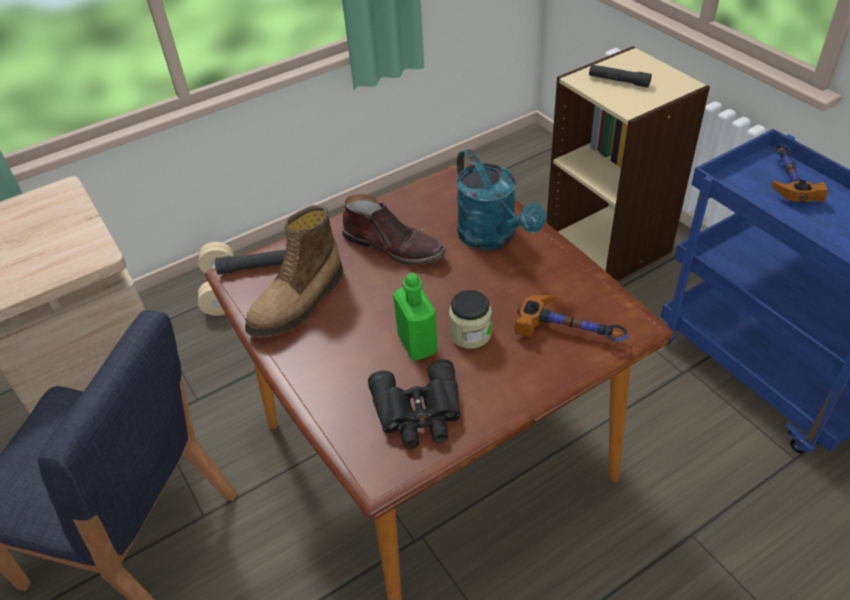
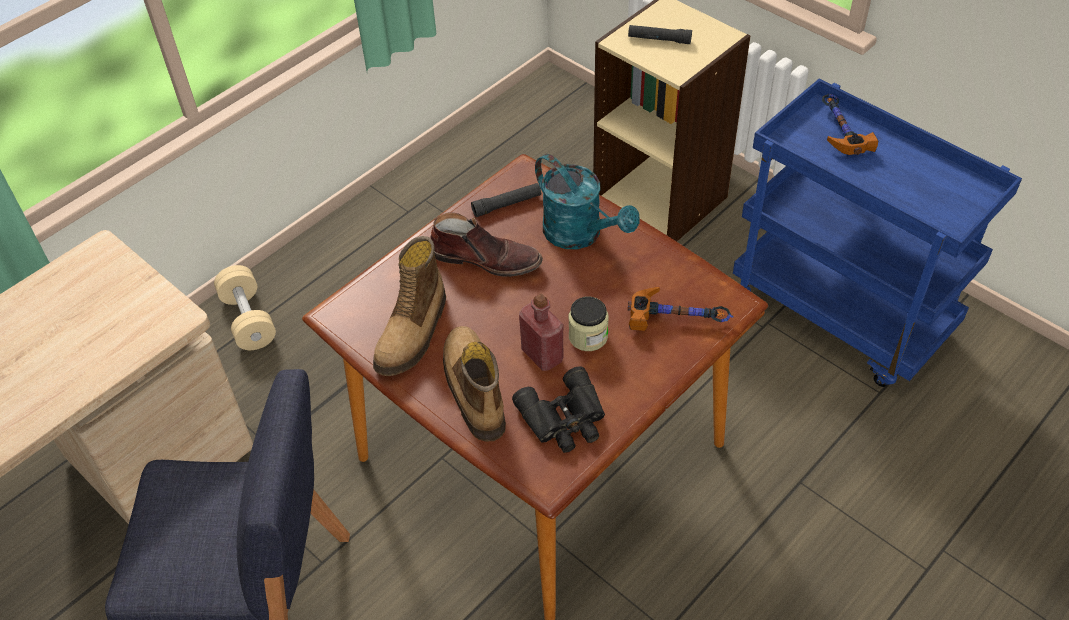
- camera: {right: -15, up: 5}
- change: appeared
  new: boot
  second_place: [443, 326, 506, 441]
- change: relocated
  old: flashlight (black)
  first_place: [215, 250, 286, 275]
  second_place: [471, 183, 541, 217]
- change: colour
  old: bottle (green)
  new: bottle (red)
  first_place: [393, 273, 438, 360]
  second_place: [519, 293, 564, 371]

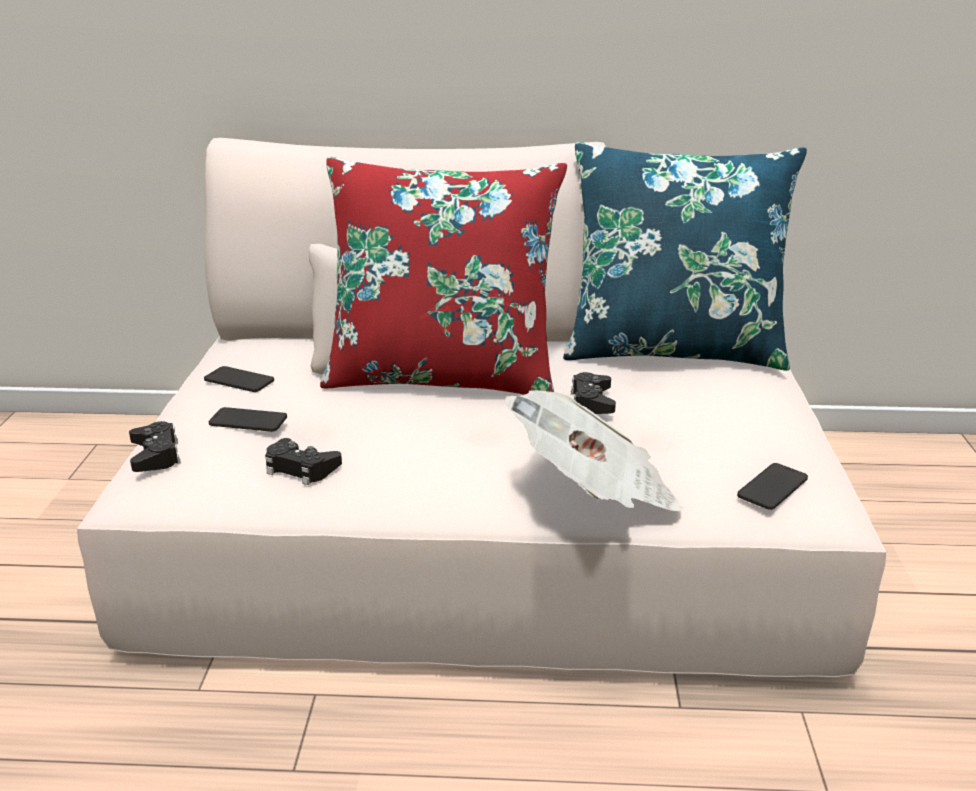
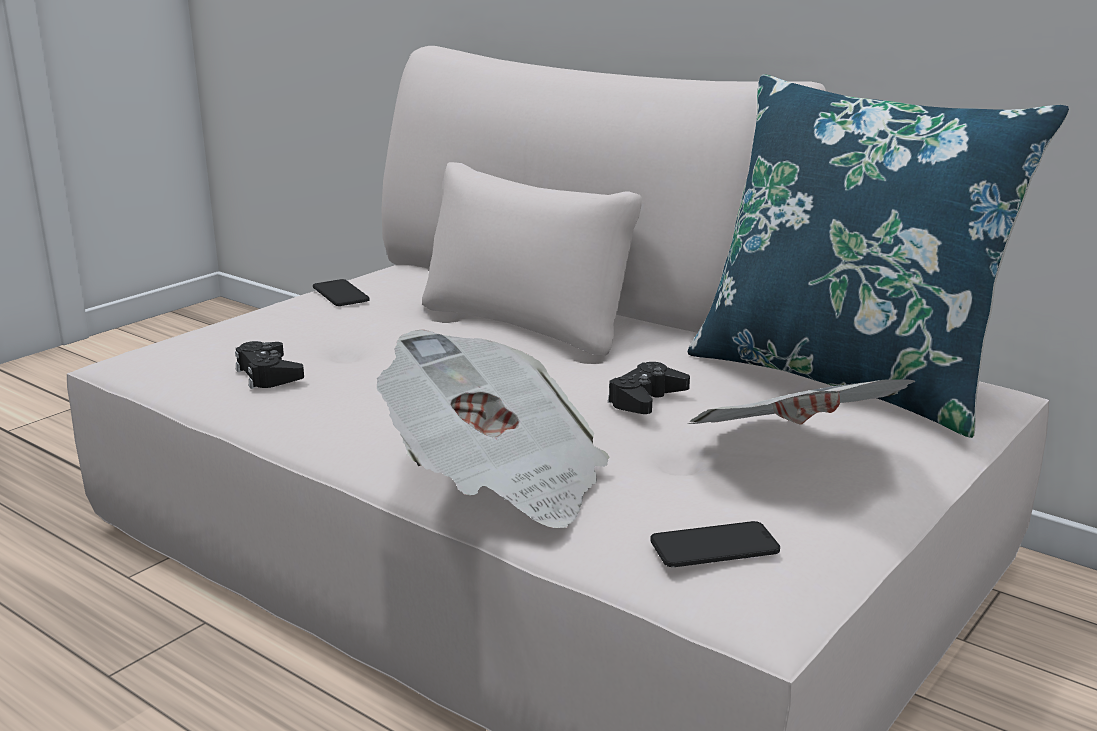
- camera: {right: 35, up: -5}
- change: missing
  old: game controller (black)
  first_place: [129, 421, 181, 472]
- change: missing
  old: phone
  first_place: [208, 407, 287, 432]
- change: missing
  old: pillow (red)
  first_place: [320, 157, 567, 395]
- change: appeared
  new: newspaper
  second_place: [687, 379, 916, 425]

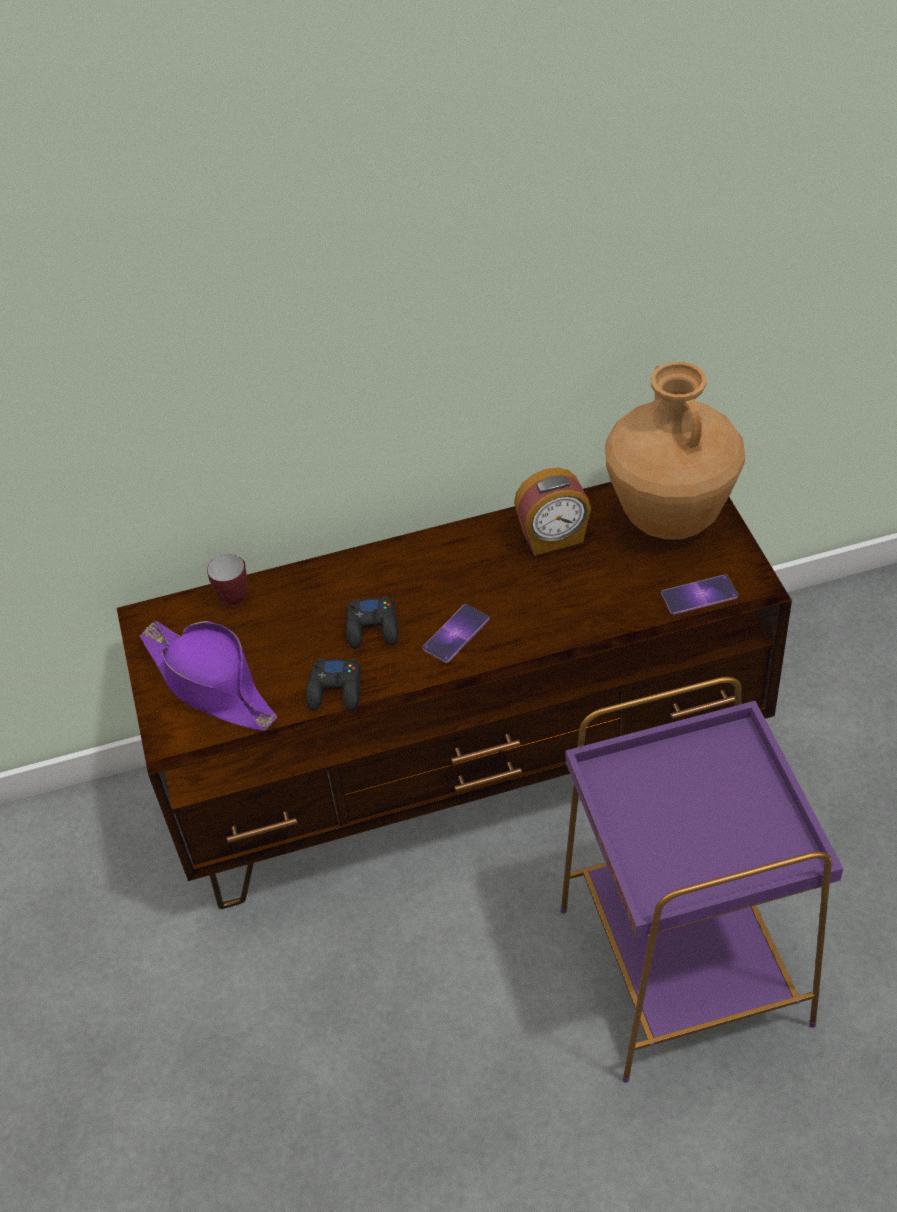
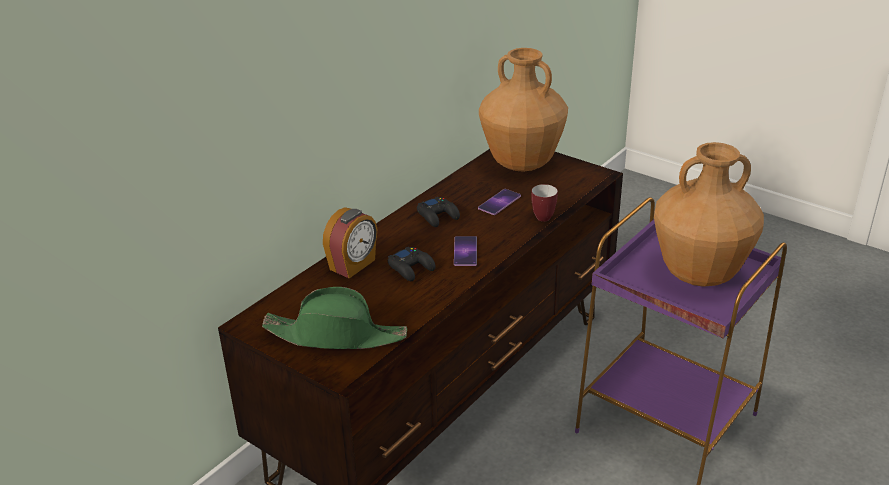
- camera: {right: -40, up: -15}
- change: appeared
  new: vase (brown)
  second_place: [654, 142, 764, 287]
- change: relocated
  old: mug
  first_place: [207, 554, 247, 605]
  second_place: [531, 184, 558, 222]
- change: relocated
  old: game controller (black)
  first_place: [306, 659, 361, 711]
  second_place: [417, 197, 460, 227]
- change: relocated
  old: alarm clock
  first_place: [514, 468, 591, 556]
  second_place: [323, 207, 377, 278]
- change: relocated
  old: phone
  first_place: [661, 574, 738, 615]
  second_place: [478, 189, 521, 215]
- change: colour
  old: hat (purple)
  new: hat (green)
  first_place: [140, 621, 277, 731]
  second_place: [262, 287, 407, 349]

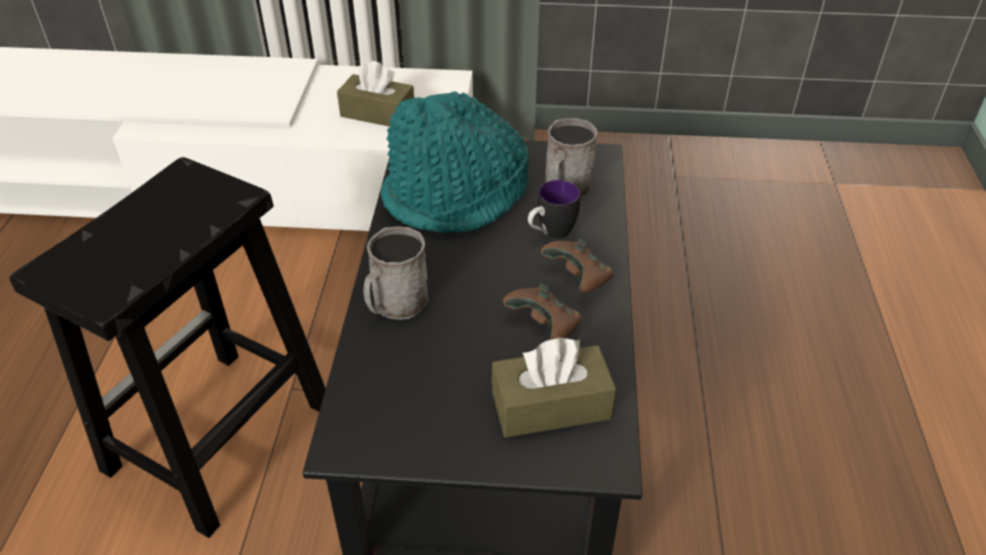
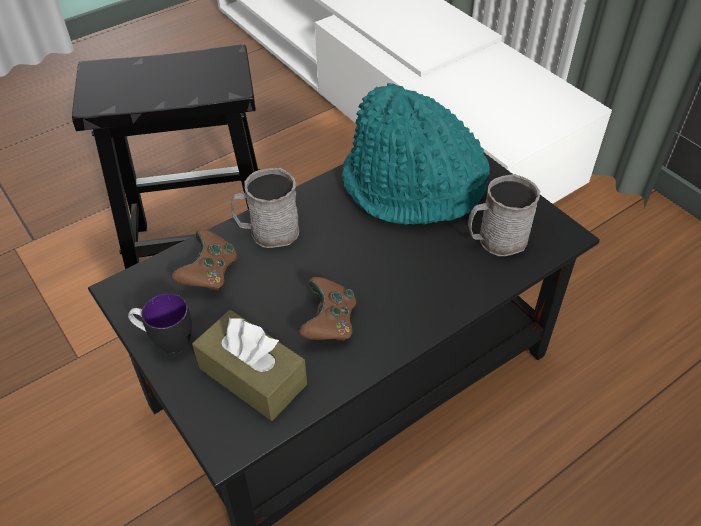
- camera: {right: 50, up: 5}
- change: missing
  old: tissue box (brown)
  first_place: [337, 61, 414, 127]
- change: relocated
  old: mug
  first_place: [528, 180, 580, 239]
  second_place: [128, 293, 192, 354]
- change: relocated
  old: game controller (brown)
  first_place: [541, 239, 614, 292]
  second_place: [171, 229, 237, 291]

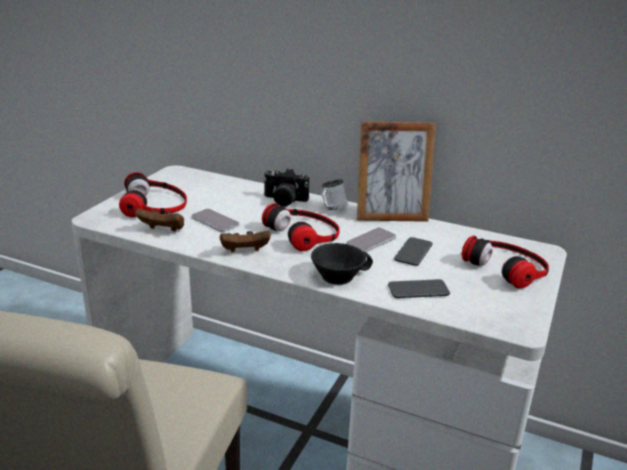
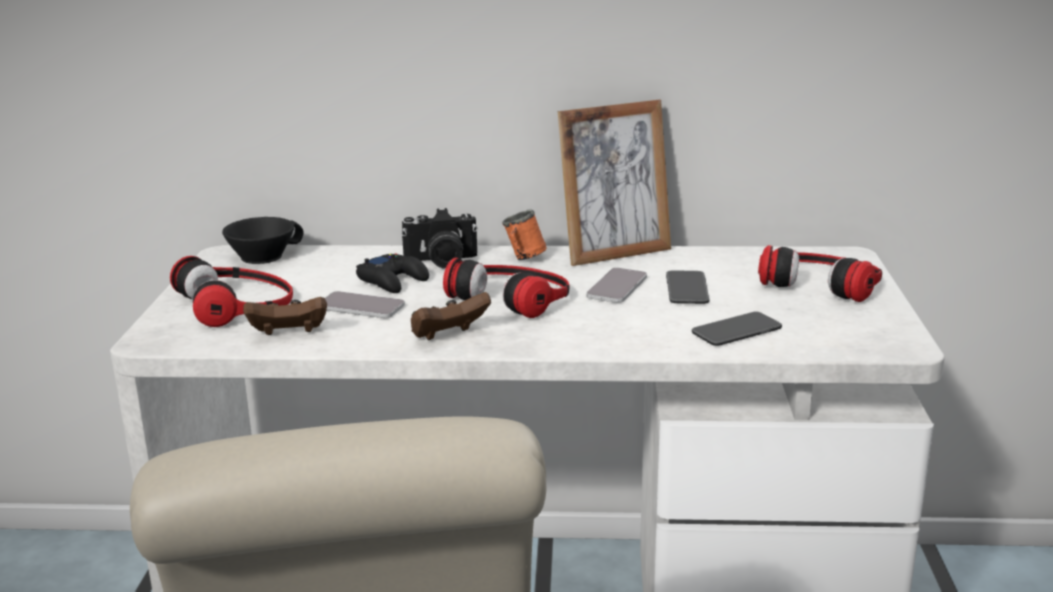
- camera: {right: -20, up: -5}
- change: appeared
  new: game controller (black)
  second_place: [356, 253, 429, 293]
- change: relocated
  old: cup (black)
  first_place: [311, 243, 373, 285]
  second_place: [222, 217, 303, 264]
- change: colour
  old: mug (white)
  new: mug (orange)
  first_place: [322, 179, 348, 210]
  second_place: [502, 210, 547, 260]

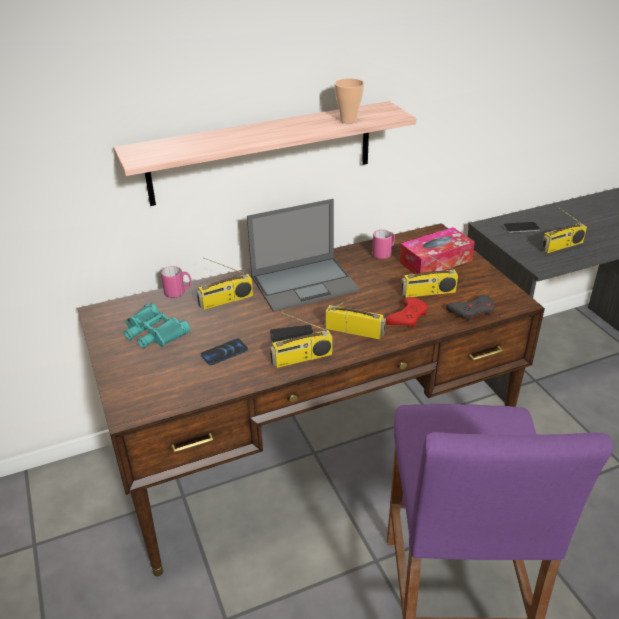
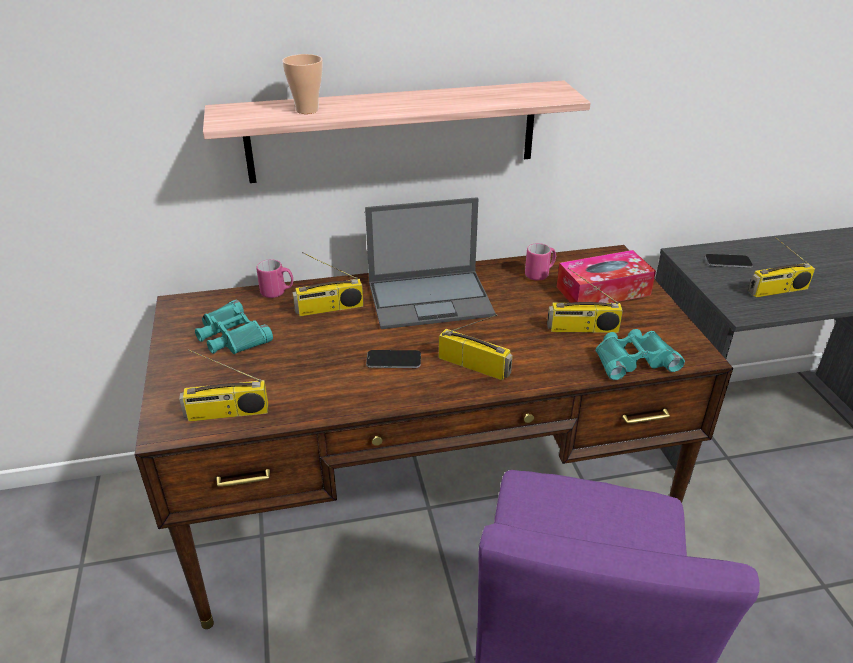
- camera: {right: 10, up: 0}
- change: missing
  old: phone
  first_place: [201, 339, 248, 365]
- change: missing
  old: game controller (red)
  first_place: [385, 297, 428, 328]
- change: relocated
  old: radio
  first_place: [270, 312, 332, 368]
  second_place: [179, 349, 268, 422]
- change: relocated
  old: cup
  first_place: [334, 78, 364, 123]
  second_place: [282, 54, 323, 114]
- change: exchanged
  old: game controller (grey)
  new: binoculars (turquoise)
  first_place: [446, 295, 495, 321]
  second_place: [596, 329, 685, 380]

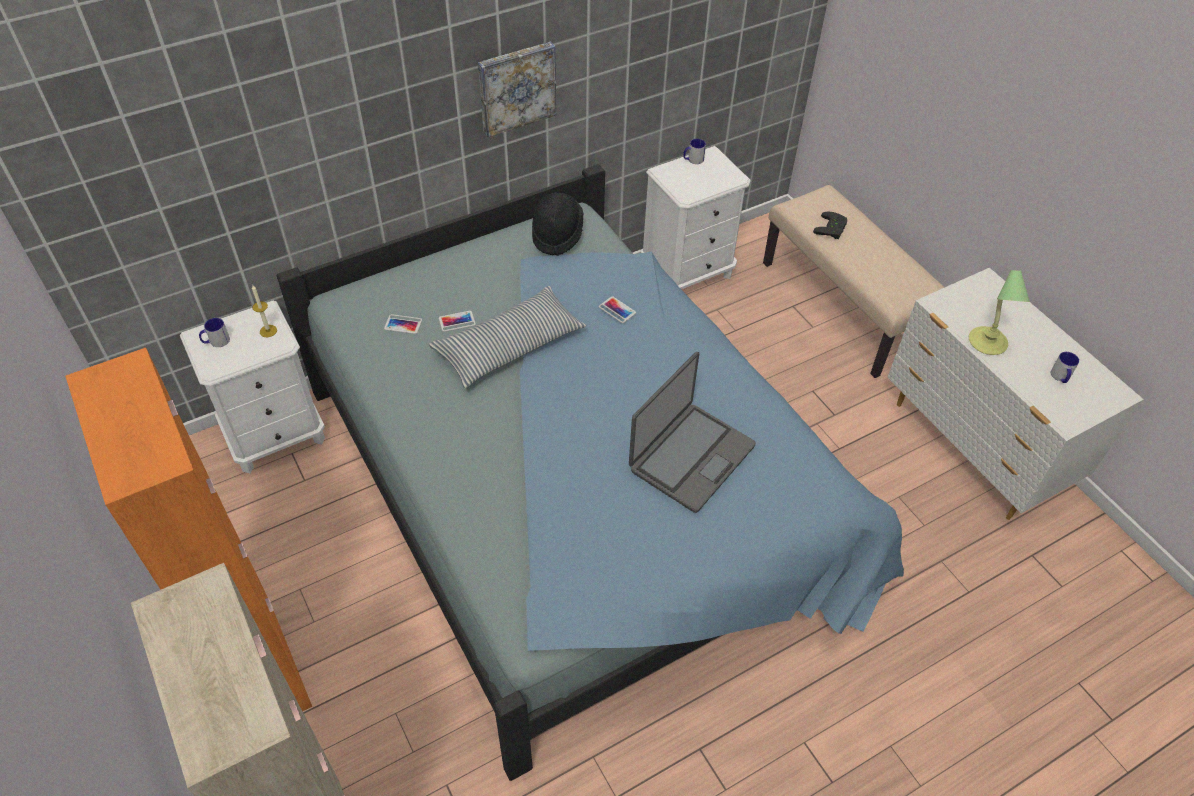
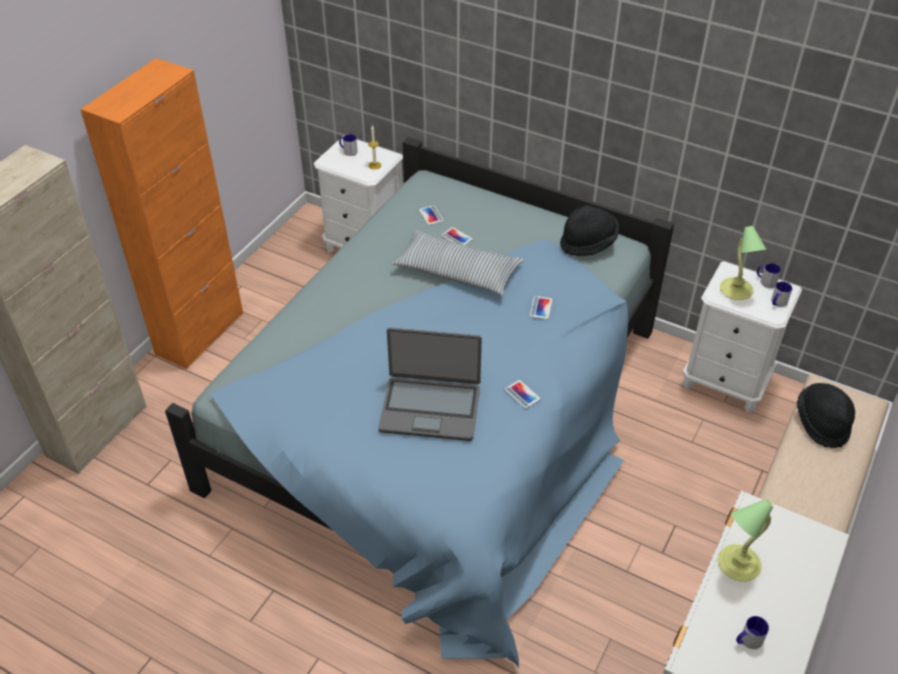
- camera: {right: 60, up: -5}
- change: missing
  old: picture
  first_place: [478, 41, 556, 137]
- change: appeared
  new: phone
  second_place: [505, 380, 540, 408]
- change: appeared
  new: table lamp
  second_place: [720, 226, 766, 300]
- change: appeared
  new: mug
  second_place: [771, 281, 792, 307]
- change: exchanged
  old: game controller (black)
  new: hat (black)
  first_place: [813, 211, 847, 239]
  second_place: [797, 383, 855, 448]

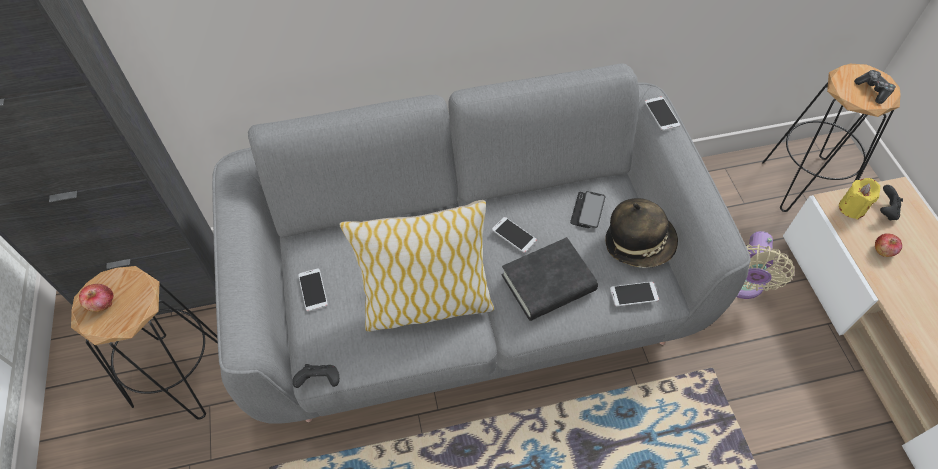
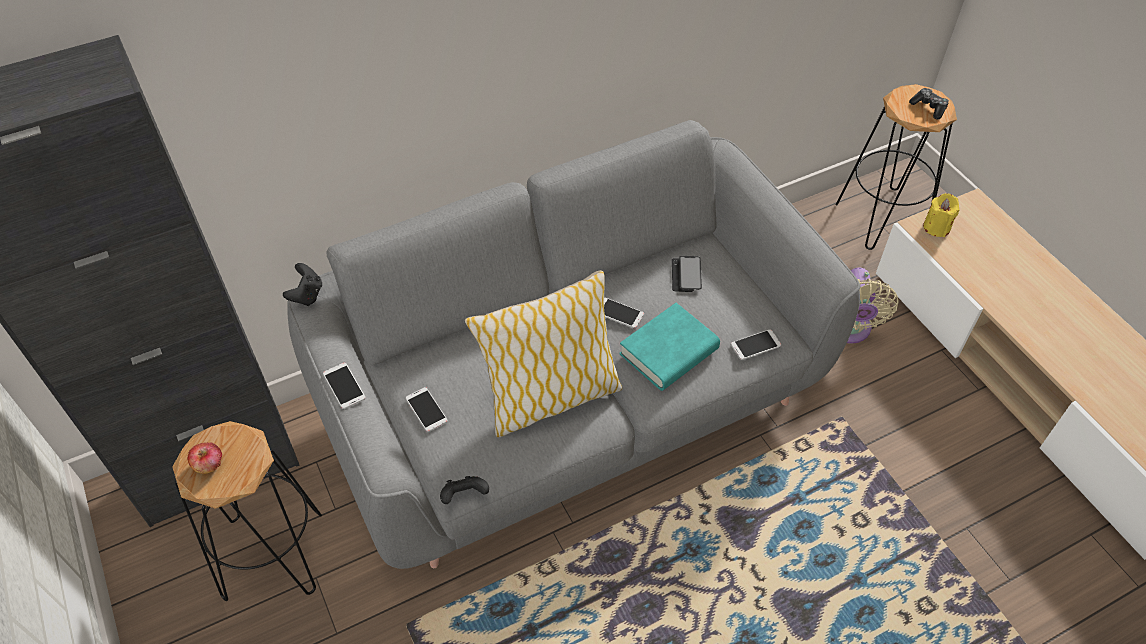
- camera: {right: -15, up: -5}
- change: missing
  old: hat
  first_place: [605, 198, 678, 268]
- change: missing
  old: apple
  first_place: [875, 233, 902, 257]
- change: relocated
  old: phone
  first_place: [644, 97, 680, 131]
  second_place: [323, 363, 366, 409]
- change: relocated
  old: game controller (black)
  first_place: [880, 185, 903, 221]
  second_place: [283, 263, 322, 306]
- change: colour
  old: book (black)
  new: book (turquoise)
  first_place: [501, 237, 598, 321]
  second_place: [619, 303, 720, 391]

